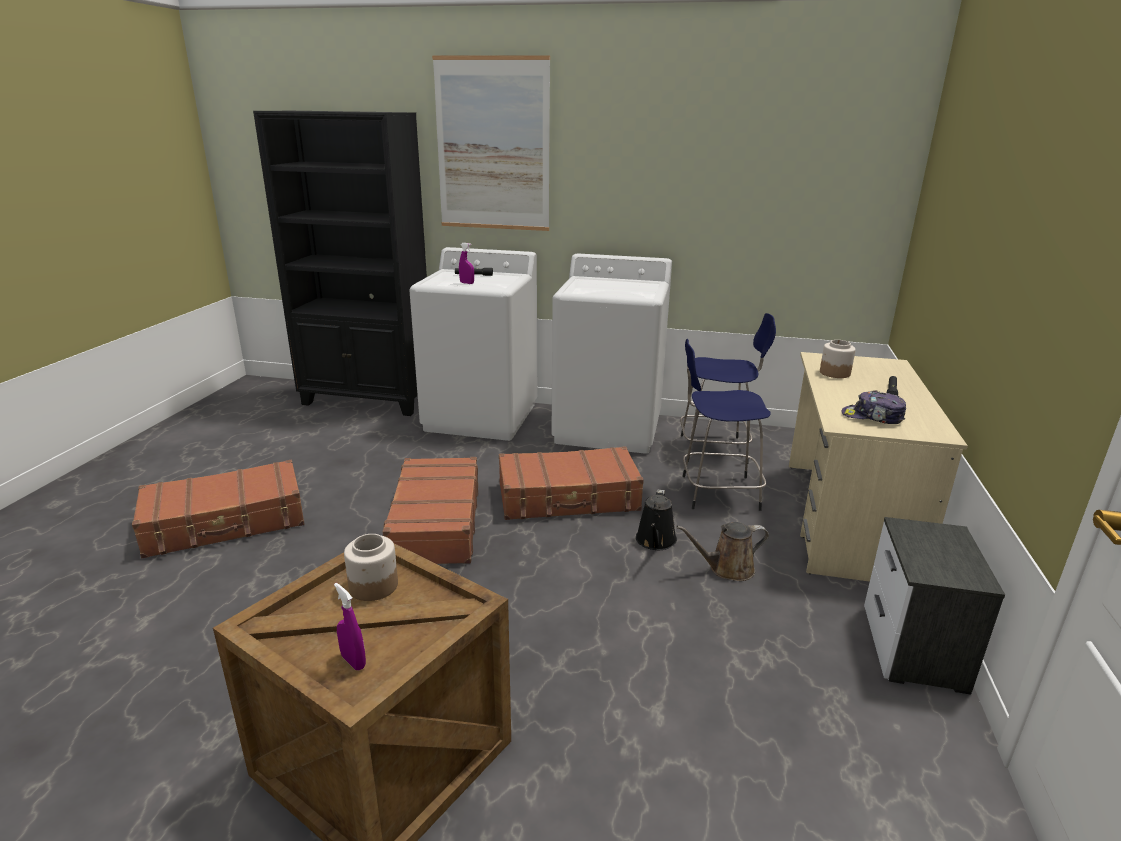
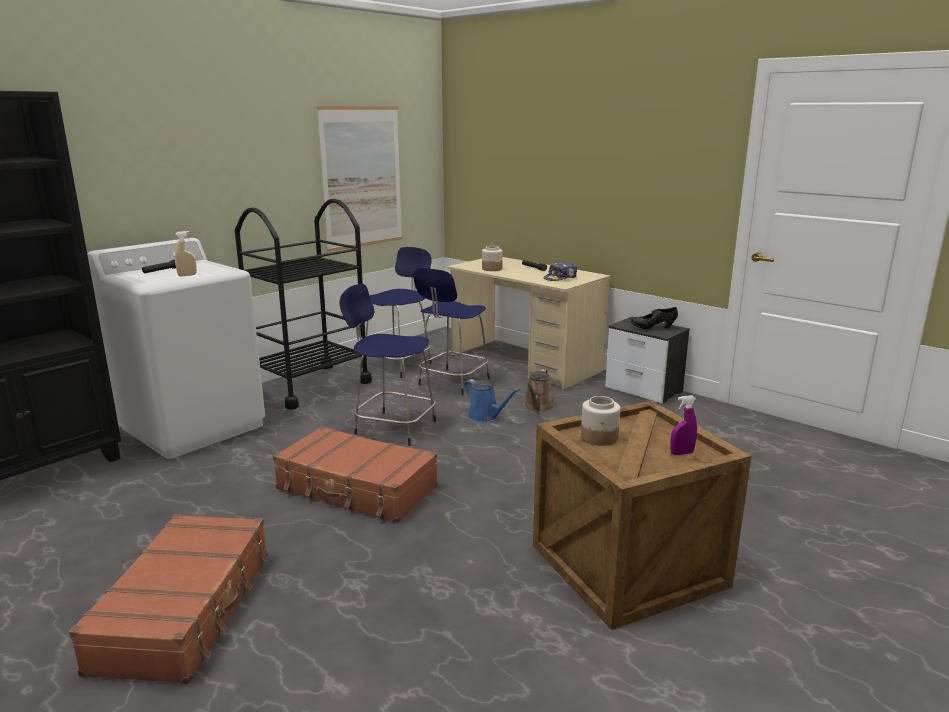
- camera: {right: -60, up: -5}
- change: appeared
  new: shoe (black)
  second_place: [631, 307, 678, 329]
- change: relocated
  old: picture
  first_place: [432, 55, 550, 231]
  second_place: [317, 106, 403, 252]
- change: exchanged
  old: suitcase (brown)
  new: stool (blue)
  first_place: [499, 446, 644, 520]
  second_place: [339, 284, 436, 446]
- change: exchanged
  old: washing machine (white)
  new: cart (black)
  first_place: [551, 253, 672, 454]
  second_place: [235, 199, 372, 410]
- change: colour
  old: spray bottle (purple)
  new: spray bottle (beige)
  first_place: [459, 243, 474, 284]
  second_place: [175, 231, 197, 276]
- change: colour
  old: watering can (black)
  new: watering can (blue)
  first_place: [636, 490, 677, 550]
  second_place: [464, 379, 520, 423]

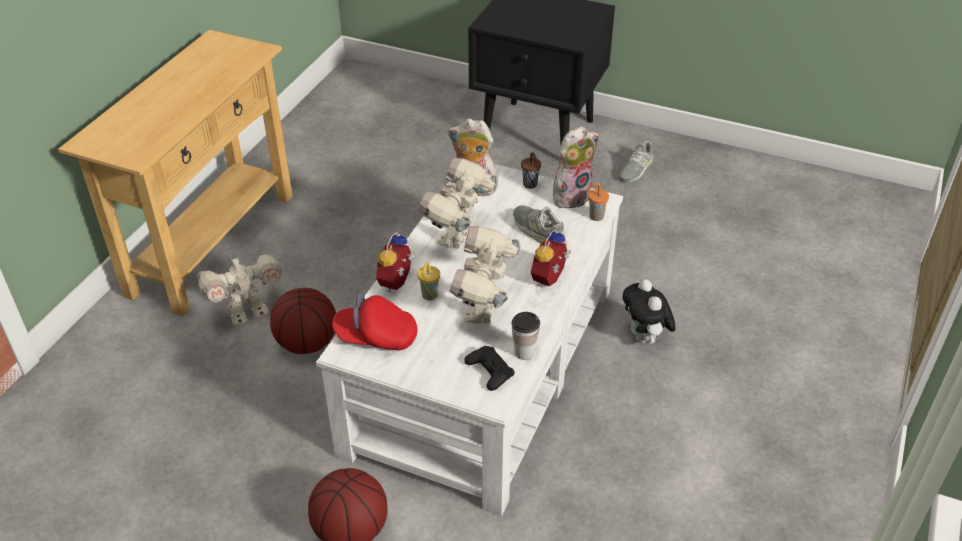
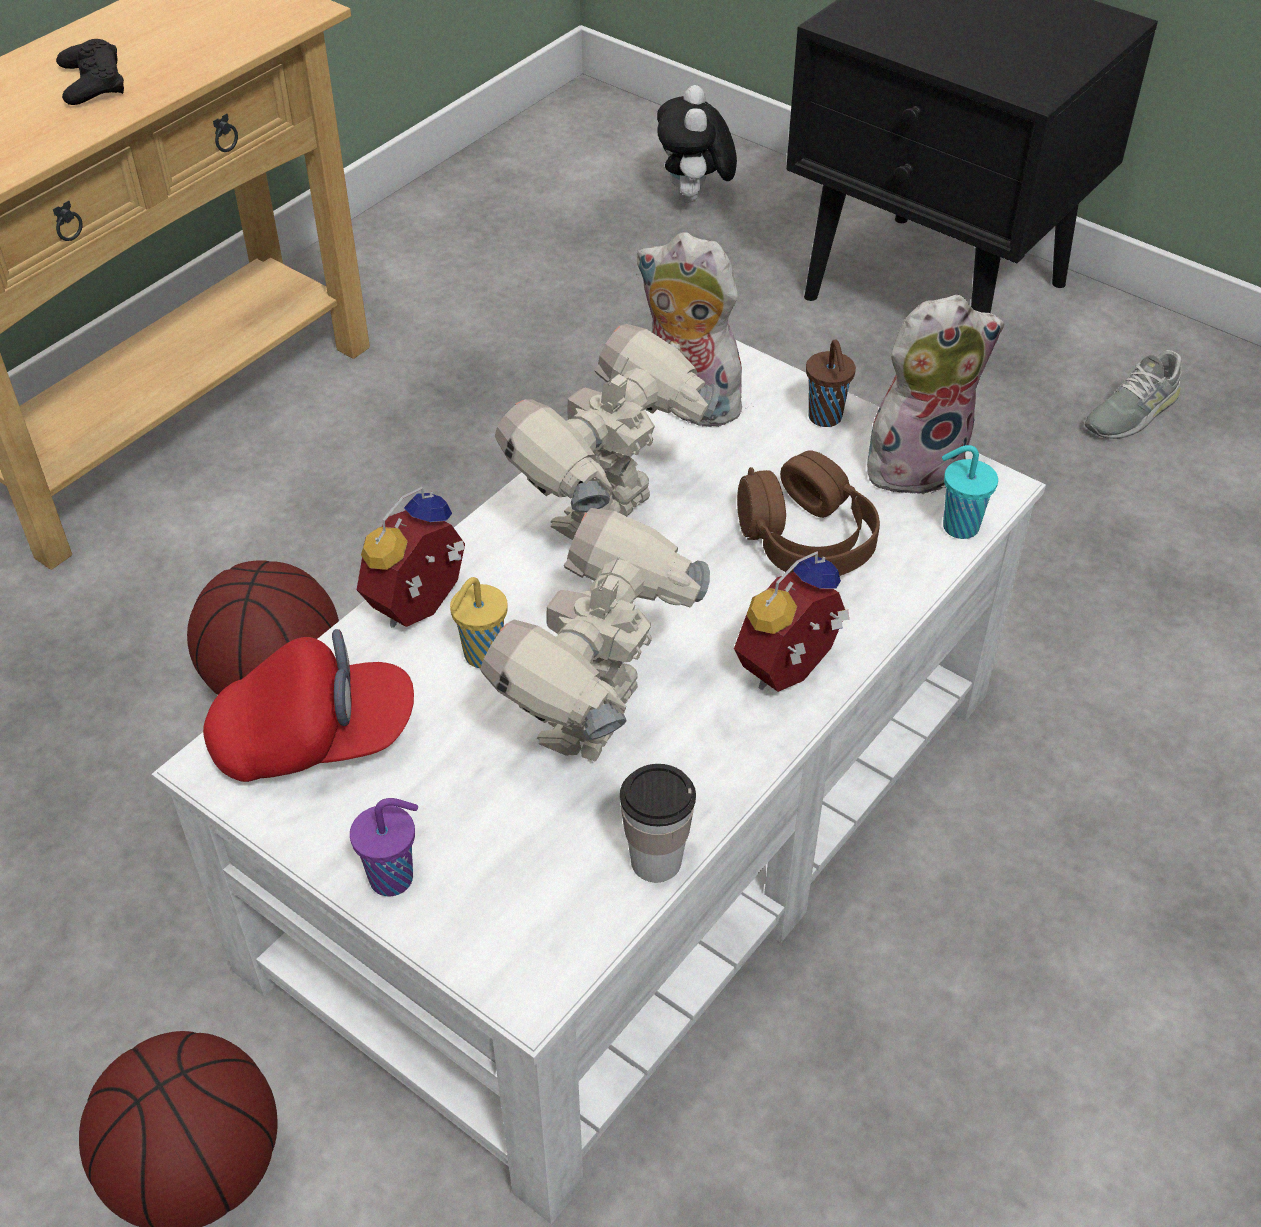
- camera: {right: 15, up: 5}
- change: missing
  old: toy robot
  first_place: [196, 252, 282, 325]
- change: appeared
  new: cup (purple)
  second_place: [350, 798, 418, 896]
- change: relocated
  old: game controller (black)
  first_place: [464, 346, 515, 391]
  second_place: [56, 39, 124, 105]
- change: relocated
  old: plush toy
  first_place: [623, 279, 676, 346]
  second_place: [657, 85, 737, 203]
- change: exchanged
  old: shoe (grey)
  new: headphones (brown)
  first_place: [513, 205, 567, 245]
  second_place: [737, 451, 880, 576]
- change: colour
  old: cup (orange)
  new: cup (turquoise)
  first_place: [587, 183, 609, 221]
  second_place: [942, 445, 998, 539]
- change: spun
  old: cap (red)
  first_place: [332, 291, 418, 351]
  second_place: [203, 629, 414, 782]
  degrees: 150

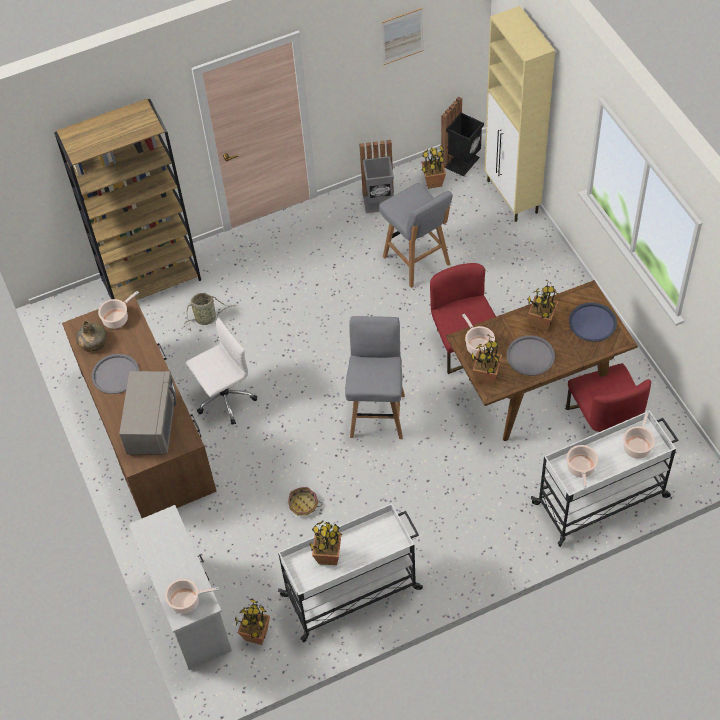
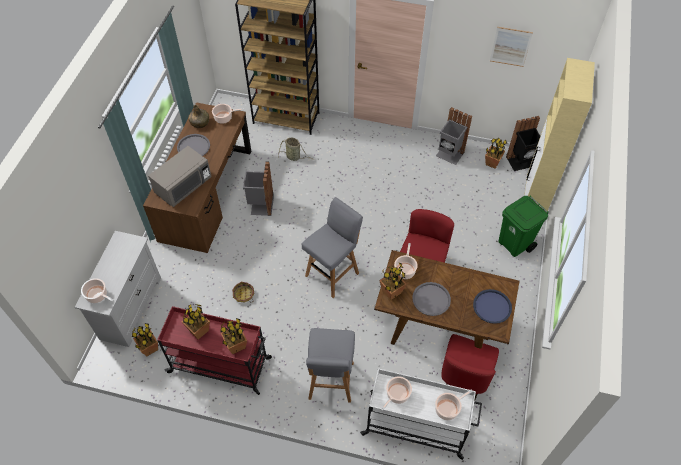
- camera: {right: 35, up: 0}
- change: appeared
  new: trash can (green)
  second_place: [498, 196, 549, 257]
- change: relocated
  old: stool (grey)
  first_place: [379, 183, 453, 288]
  second_place: [306, 328, 355, 403]
- change: relocated
  old: potted plant
  first_place: [527, 280, 559, 331]
  second_place: [220, 318, 247, 354]
- change: exchanged
  old: office chair (white)
  new: trash can (grey)
  first_place: [186, 317, 257, 425]
  second_place: [243, 162, 274, 216]
- change: colour
  old: cart (white)
  new: cart (red)
  first_place: [278, 503, 423, 643]
  second_place: [157, 306, 272, 395]

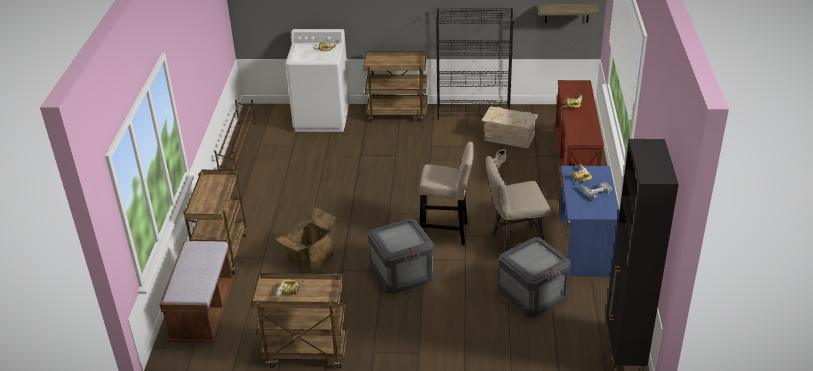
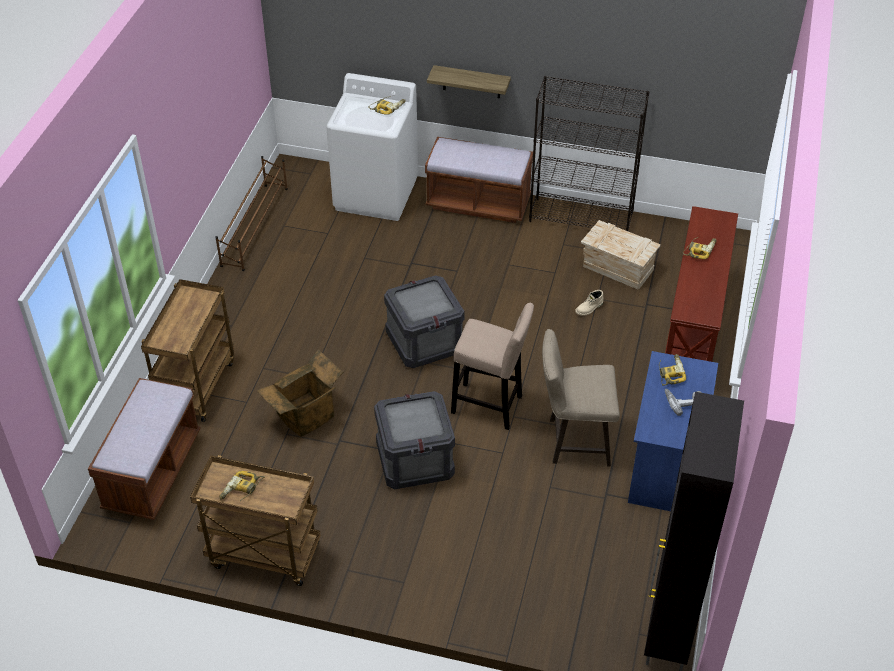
- camera: {right: 10, up: 10}
- change: relocated
  old: crate
  first_place: [498, 237, 571, 318]
  second_place: [384, 275, 464, 368]
- change: relocated
  old: shelf
  first_place: [538, 4, 599, 23]
  second_place: [427, 65, 511, 98]
- change: exchanged
  old: cart (brown)
  new: bench (brown)
  first_place: [363, 51, 428, 122]
  second_place: [425, 137, 533, 223]

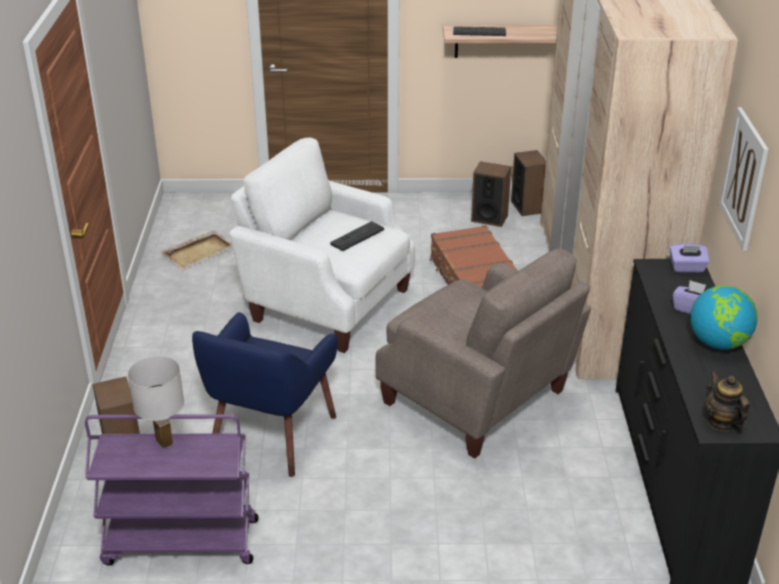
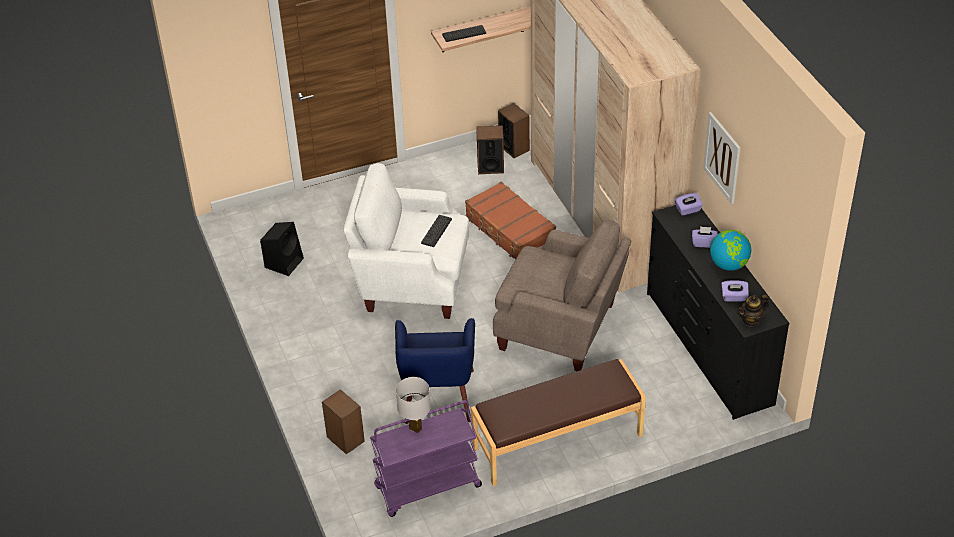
- camera: {right: -20, up: 10}
- change: appeared
  new: bench (brown)
  second_place: [471, 359, 646, 486]
- change: appeared
  new: tissue box (purple)
  second_place: [721, 280, 749, 302]
- change: exchanged
  old: tray (beige)
  new: speaker (black)
  first_place: [160, 230, 232, 270]
  second_place: [260, 222, 304, 276]
- change: spun
  old: teapot
  first_place: [705, 372, 750, 431]
  second_place: [737, 295, 769, 327]
  degrees: -75

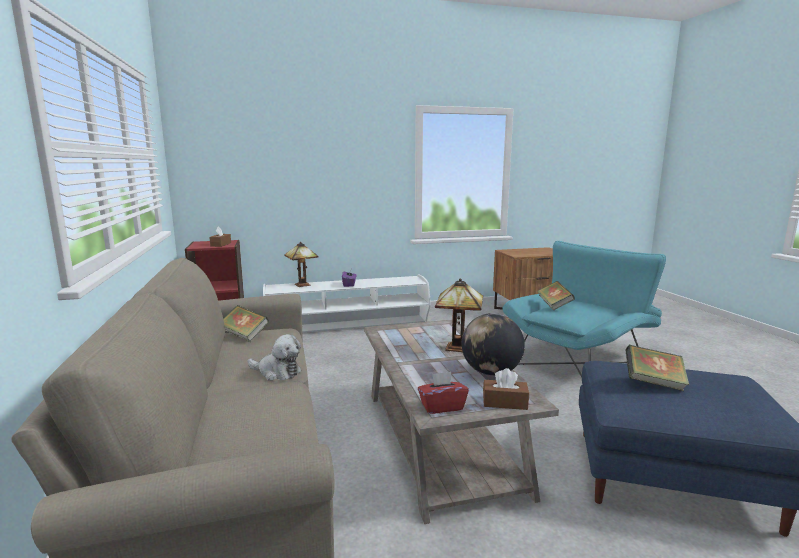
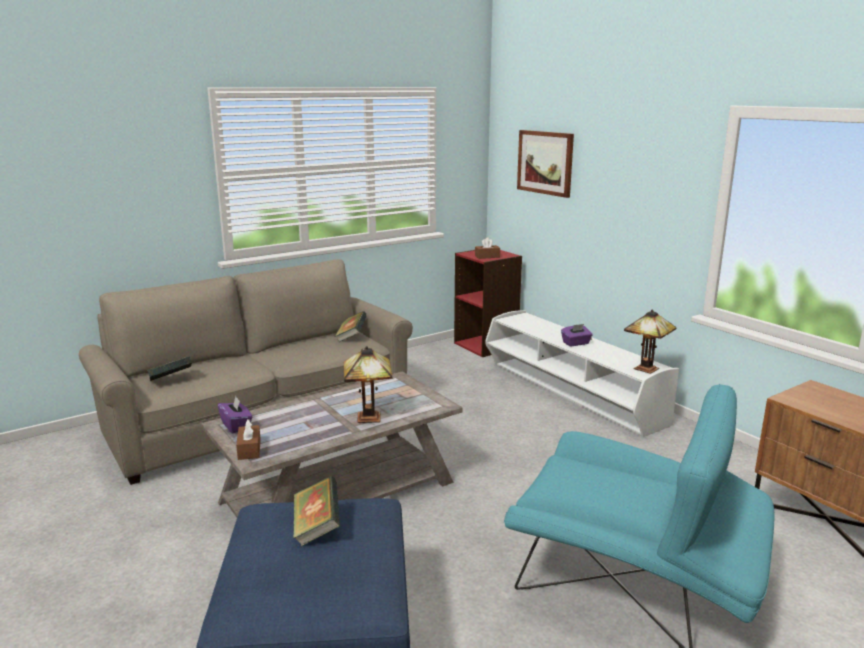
- camera: {right: 70, up: 5}
- change: missing
  old: plush toy
  first_place: [248, 334, 302, 381]
- change: missing
  old: globe
  first_place: [462, 313, 525, 376]
- change: appeared
  new: picture
  second_place: [517, 130, 574, 198]
- change: relocated
  old: table lamp
  first_place: [285, 242, 319, 287]
  second_place: [624, 310, 676, 374]
- change: relocated
  old: book
  first_place: [538, 281, 575, 311]
  second_place: [147, 356, 192, 381]
- change: colour
  old: tissue box (red)
  new: tissue box (purple)
  first_place: [418, 372, 469, 414]
  second_place: [218, 396, 252, 433]

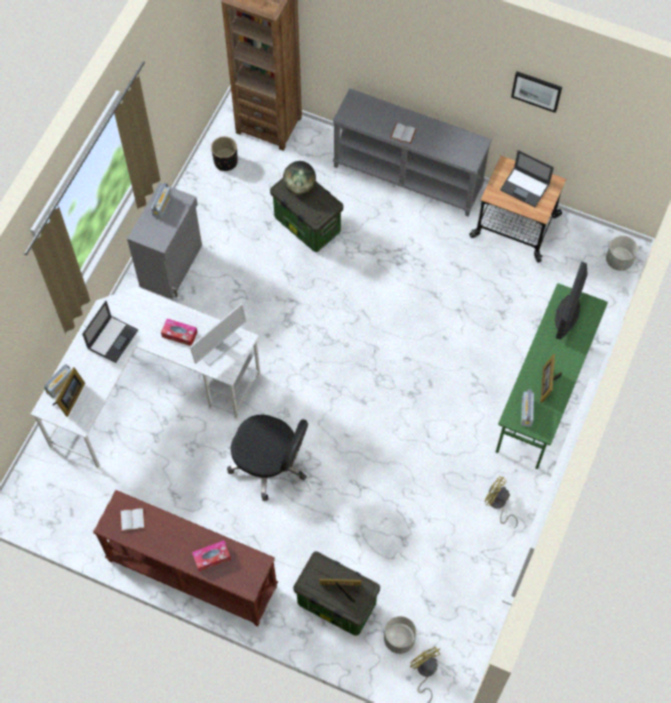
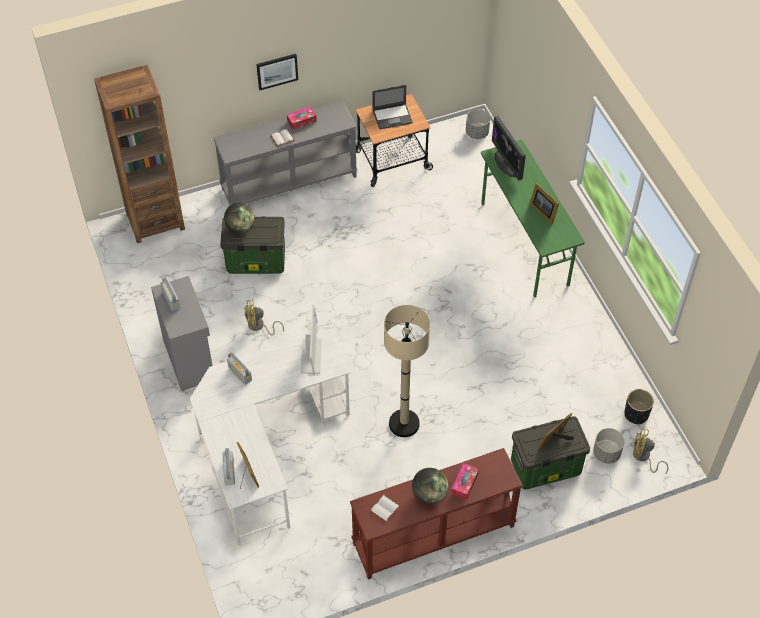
- camera: {right: -45, up: -10}
- change: missing
  old: laptop
  first_place: [82, 301, 138, 363]
- change: appeared
  new: globe
  second_place: [412, 468, 449, 505]
- change: relocated
  old: tissue box
  first_place: [161, 319, 197, 346]
  second_place: [287, 106, 317, 130]
- change: relocated
  old: planter (black)
  first_place: [211, 136, 238, 171]
  second_place: [624, 389, 654, 424]
- change: relocated
  old: fan (yellow)
  first_place: [485, 476, 518, 528]
  second_place: [244, 300, 284, 335]
- change: relocated
  old: picture
  first_place: [511, 71, 562, 113]
  second_place: [256, 54, 298, 90]
- change: relocated
  old: radio
  first_place: [521, 389, 534, 427]
  second_place: [227, 352, 252, 385]
- change: exchanged
  old: office chair (black)
  new: floor lamp (beige)
  first_place: [227, 415, 308, 501]
  second_place: [384, 305, 430, 437]

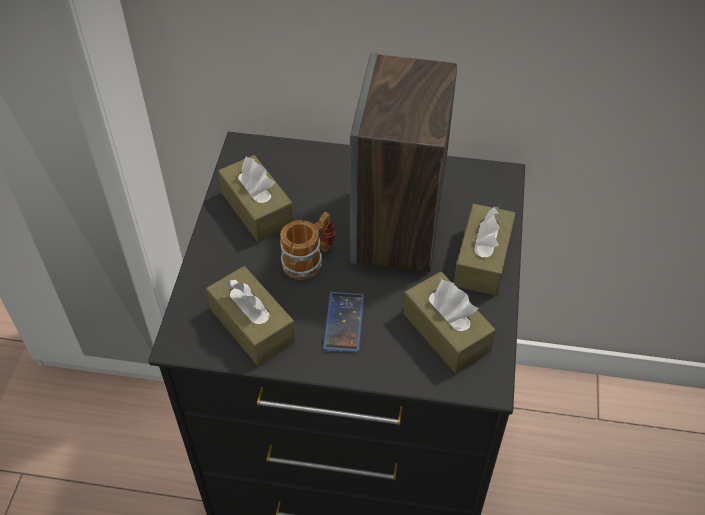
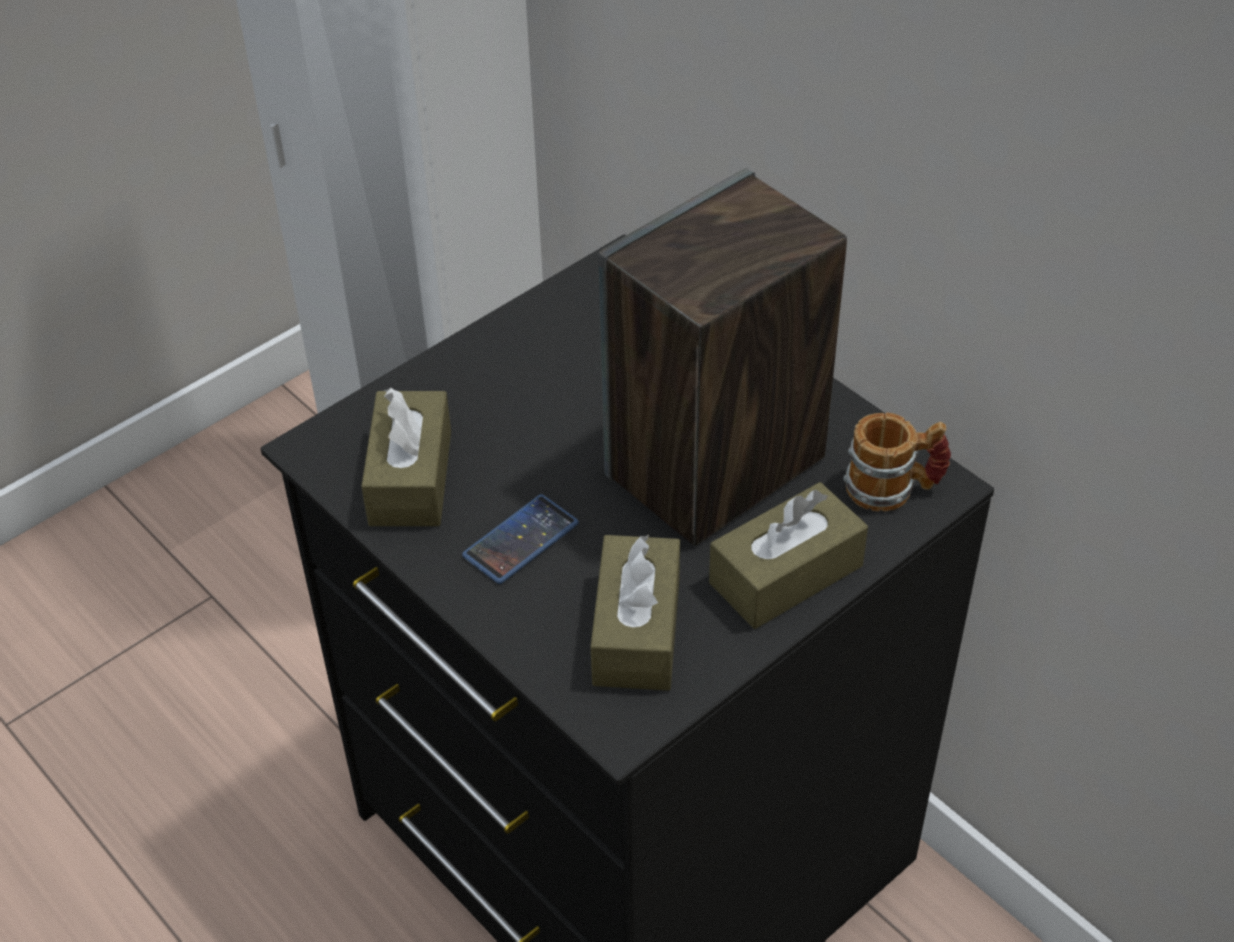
- camera: {right: 40, up: -5}
- change: missing
  old: tissue box (brown)
  first_place: [218, 155, 294, 242]
- change: relocated
  old: mug
  first_place: [280, 212, 335, 280]
  second_place: [843, 412, 951, 512]

